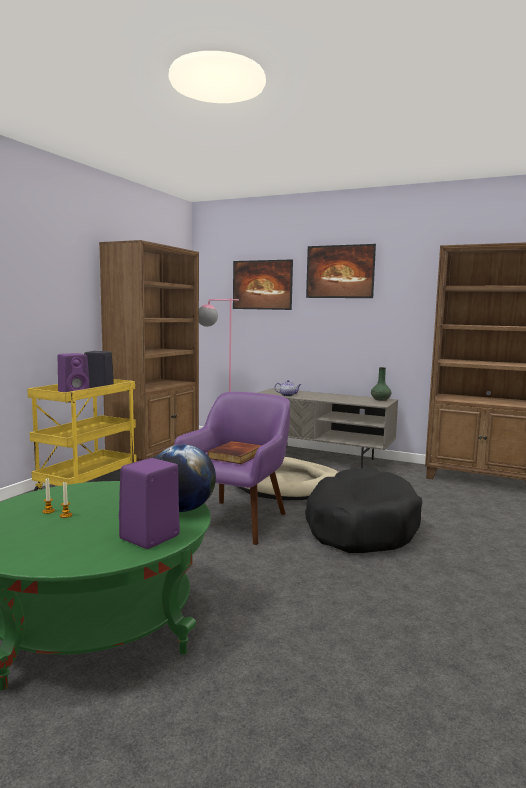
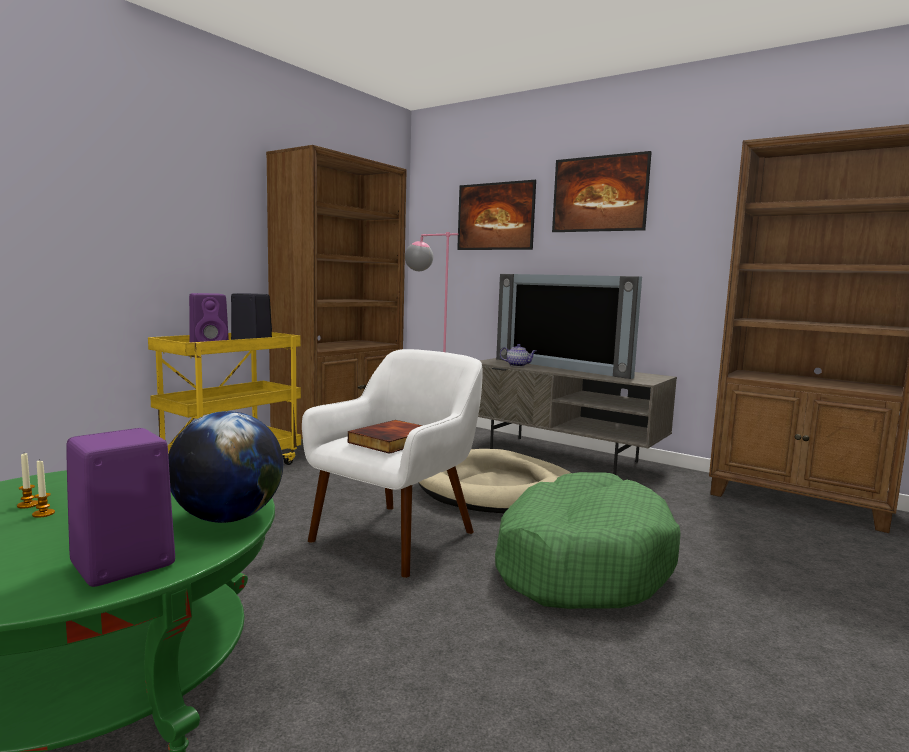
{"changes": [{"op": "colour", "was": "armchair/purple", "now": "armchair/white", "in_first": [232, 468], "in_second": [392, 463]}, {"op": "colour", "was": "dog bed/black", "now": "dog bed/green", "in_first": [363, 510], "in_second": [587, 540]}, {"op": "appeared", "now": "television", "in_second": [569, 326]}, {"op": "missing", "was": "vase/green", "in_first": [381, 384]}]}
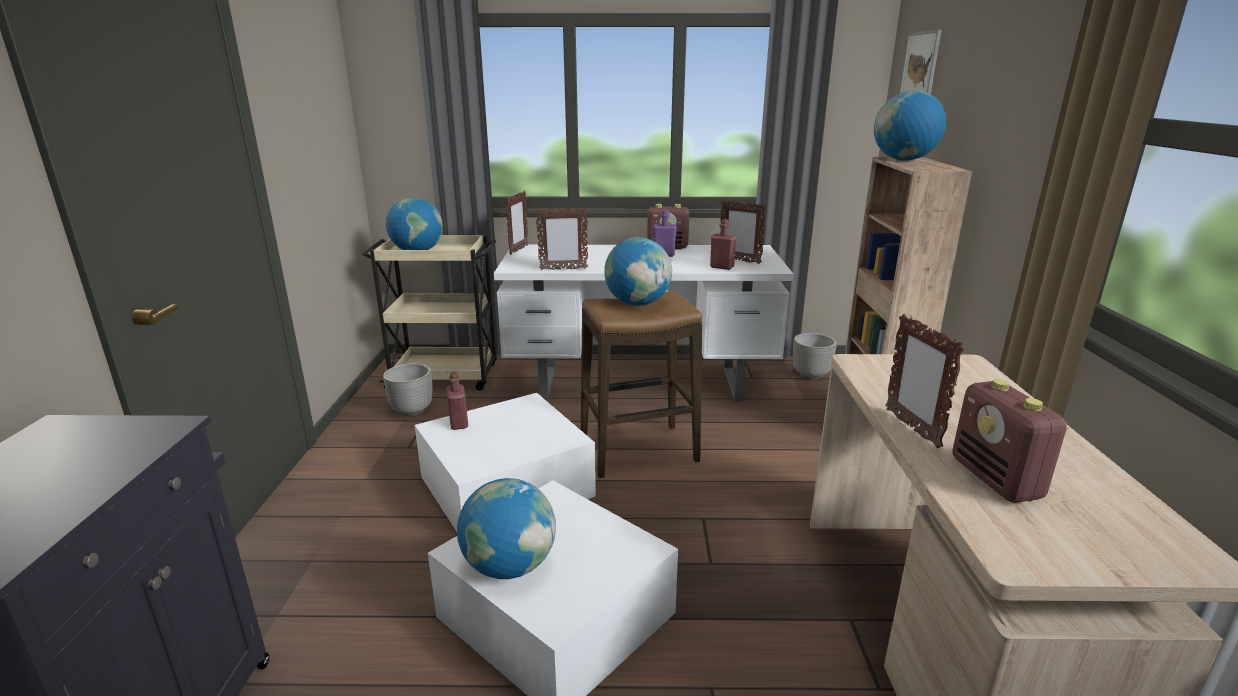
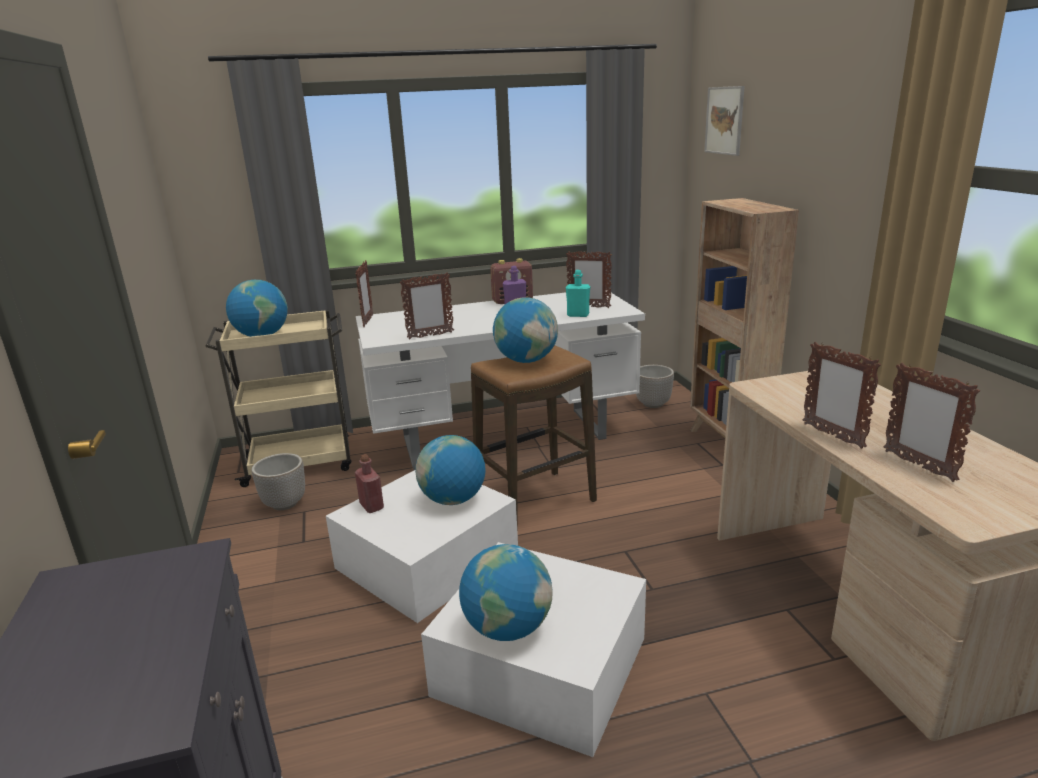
{"changes": [{"op": "relocated", "was": "globe", "in_first": [910, 125], "in_second": [450, 470]}, {"op": "colour", "was": "bottle/red", "now": "bottle/turquoise", "in_first": [723, 244], "in_second": [578, 293]}, {"op": "exchanged", "was": "radio", "now": "picture frame", "in_first": [1010, 441], "in_second": [932, 422]}]}
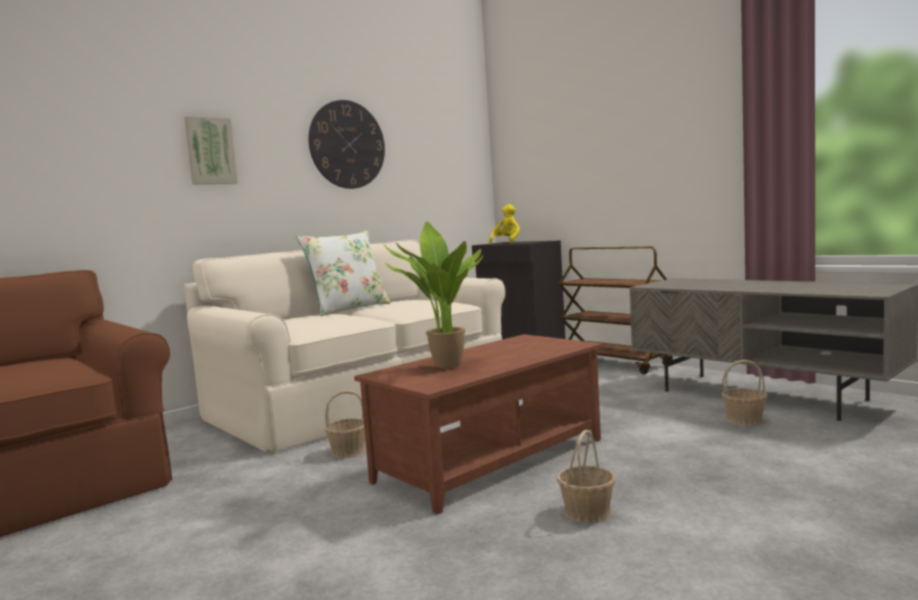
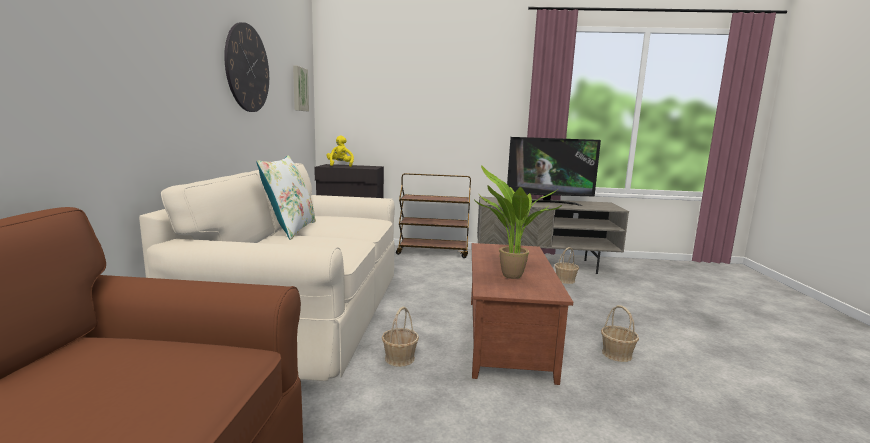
{"changes": [{"op": "relocated", "was": "picture", "in_first": [211, 150], "in_second": [301, 88]}, {"op": "appeared", "now": "television", "in_second": [554, 171]}]}
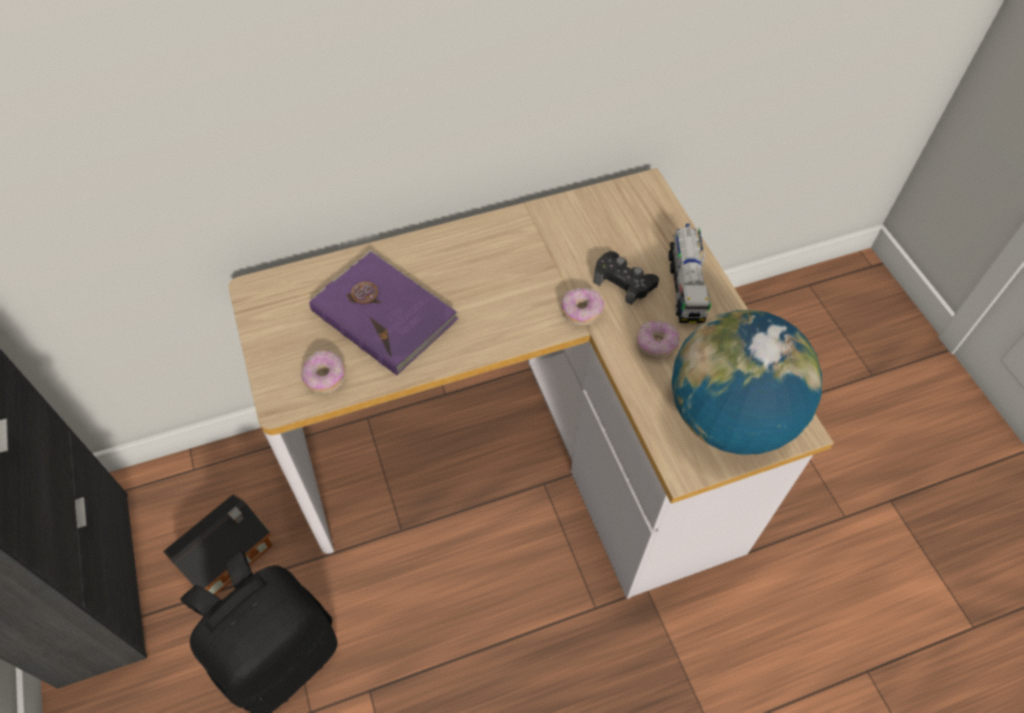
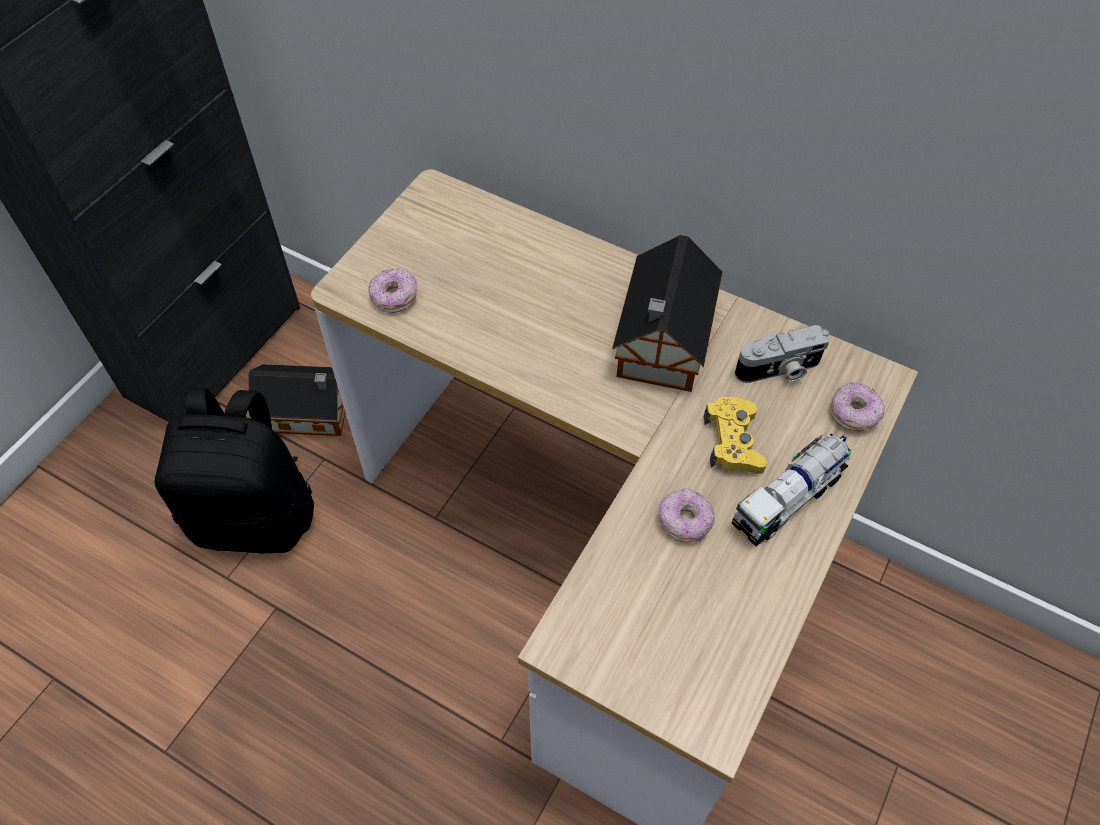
{"changes": [{"op": "appeared", "now": "toy house", "in_second": [667, 313]}, {"op": "colour", "was": "game controller/black", "now": "game controller/yellow", "in_first": [626, 278], "in_second": [735, 435]}, {"op": "appeared", "now": "photo camera", "in_second": [782, 354]}, {"op": "relocated", "was": "donut", "in_first": [582, 307], "in_second": [857, 406]}, {"op": "missing", "was": "book/purple", "in_first": [384, 312]}, {"op": "missing", "was": "globe", "in_first": [747, 382]}]}
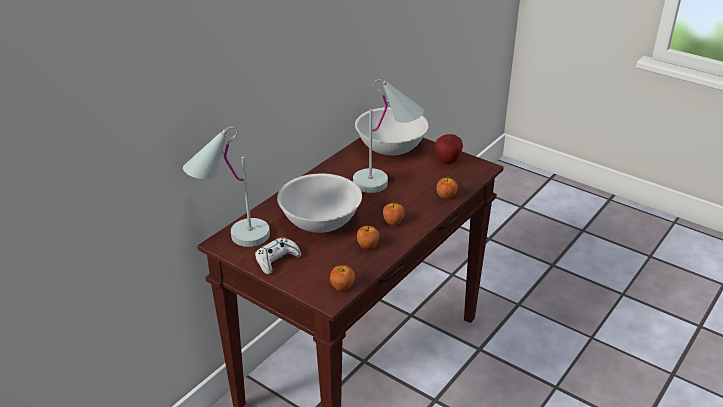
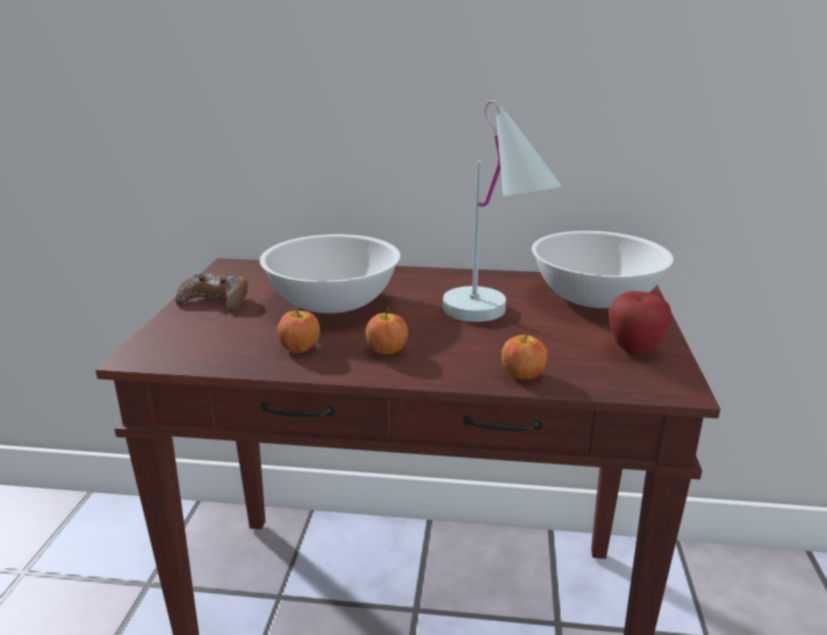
{"changes": [{"op": "colour", "was": "game controller/white", "now": "game controller/brown", "in_first": [278, 256], "in_second": [212, 292]}, {"op": "missing", "was": "table lamp/white", "in_first": [226, 186]}, {"op": "missing", "was": "apple", "in_first": [342, 278]}]}
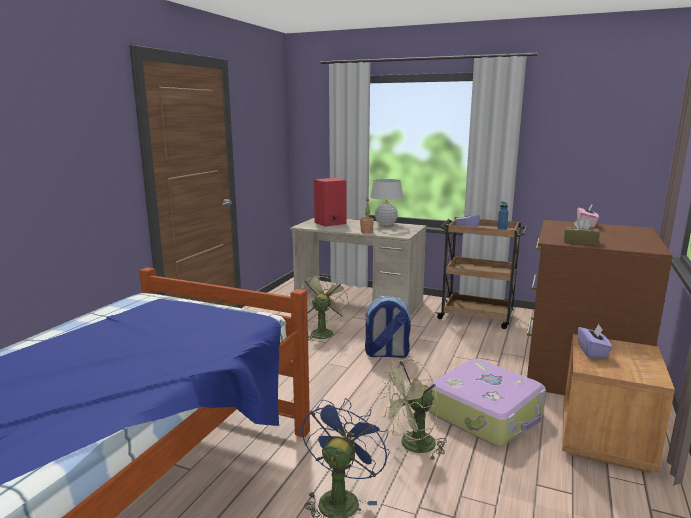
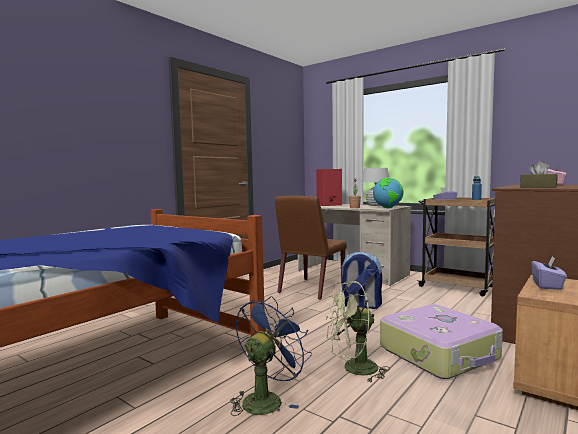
{"changes": [{"op": "exchanged", "was": "fan/green", "now": "chair/brown", "in_first": [325, 306], "in_second": [311, 248]}, {"op": "appeared", "now": "globe", "in_second": [388, 193]}]}
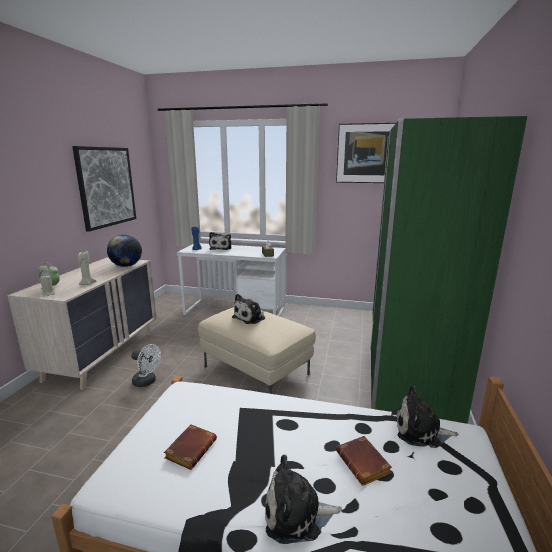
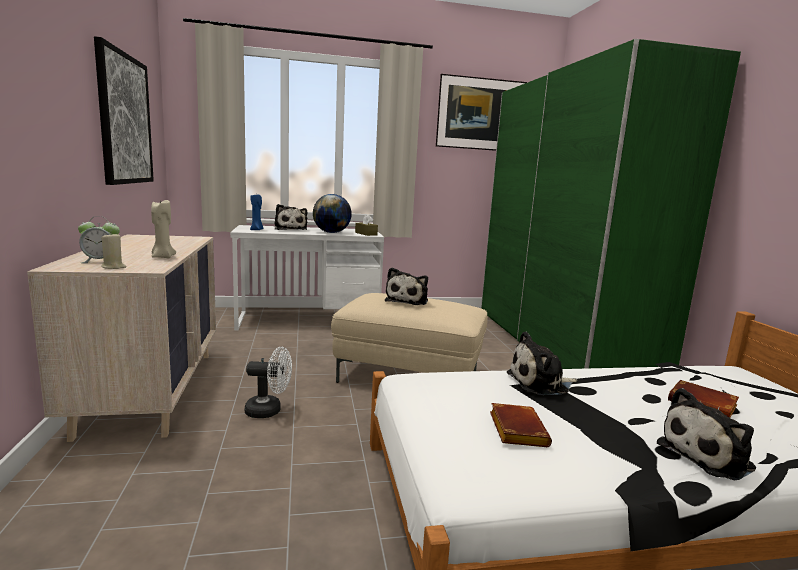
{"changes": [{"op": "relocated", "was": "globe", "in_first": [124, 250], "in_second": [332, 213]}, {"op": "relocated", "was": "plush toy", "in_first": [427, 417], "in_second": [541, 363]}]}
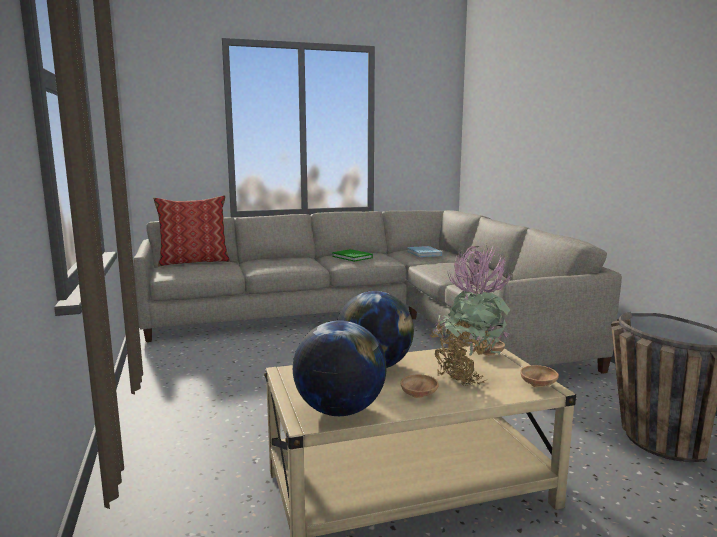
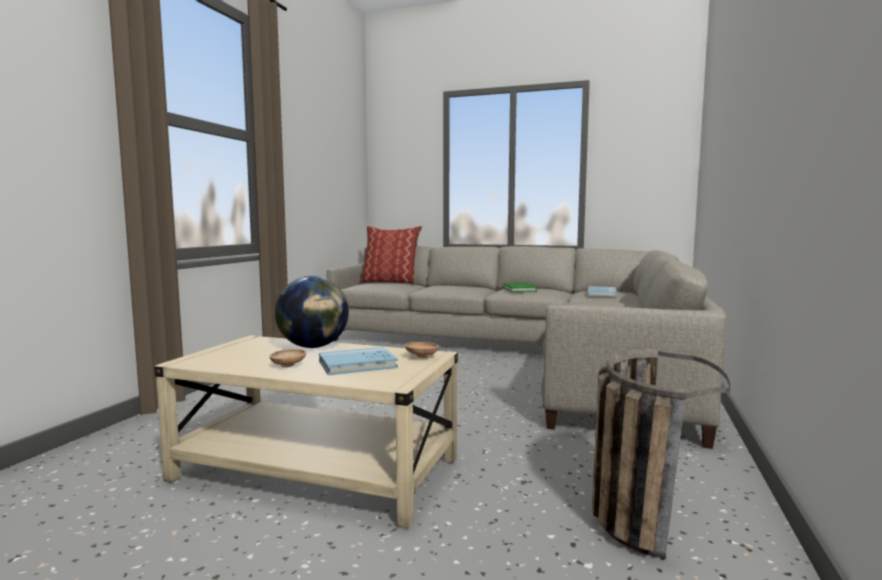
{"changes": [{"op": "exchanged", "was": "potted plant", "now": "book/blue", "in_first": [470, 316], "in_second": [358, 361]}, {"op": "missing", "was": "globe", "in_first": [340, 368]}, {"op": "missing", "was": "bowl/brown", "in_first": [539, 376]}]}
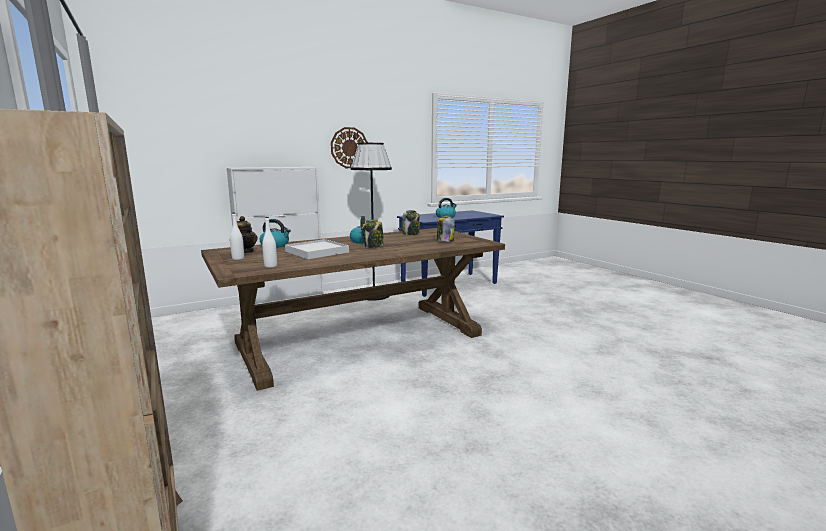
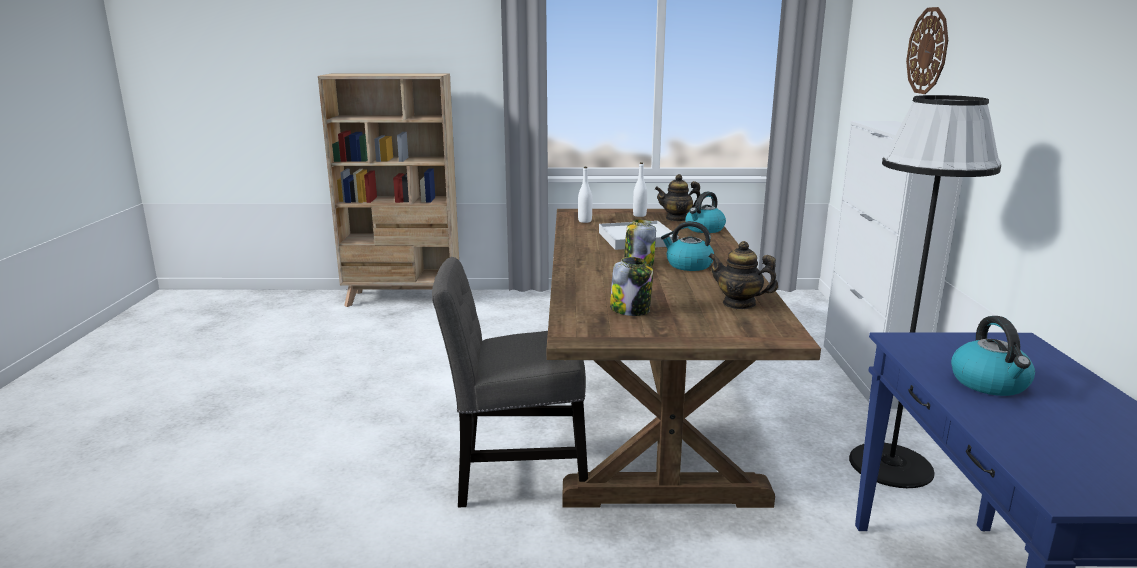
{"changes": [{"op": "appeared", "now": "chair/grey", "in_second": [510, 382]}, {"op": "exchanged", "was": "jar", "now": "teapot", "in_first": [411, 222], "in_second": [743, 275]}, {"op": "relocated", "was": "wall clock", "in_first": [349, 147], "in_second": [927, 50]}]}
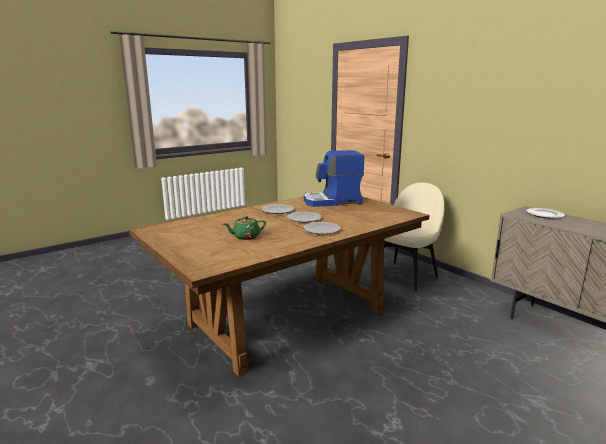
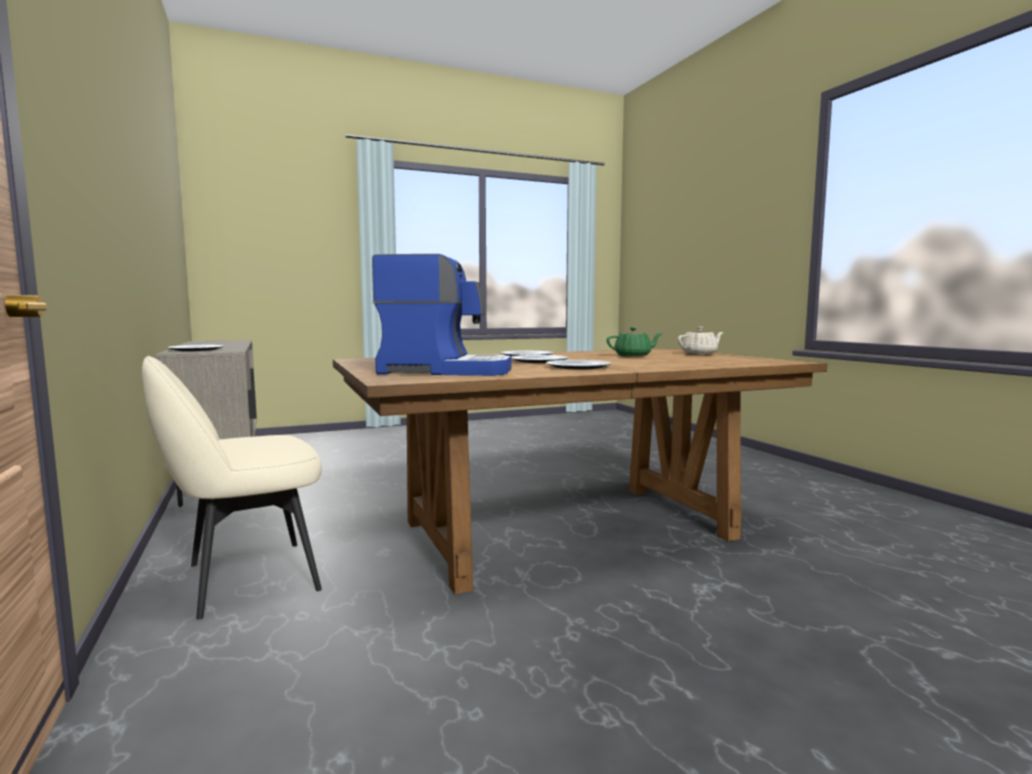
{"changes": [{"op": "appeared", "now": "teapot/beige", "in_second": [700, 341]}]}
